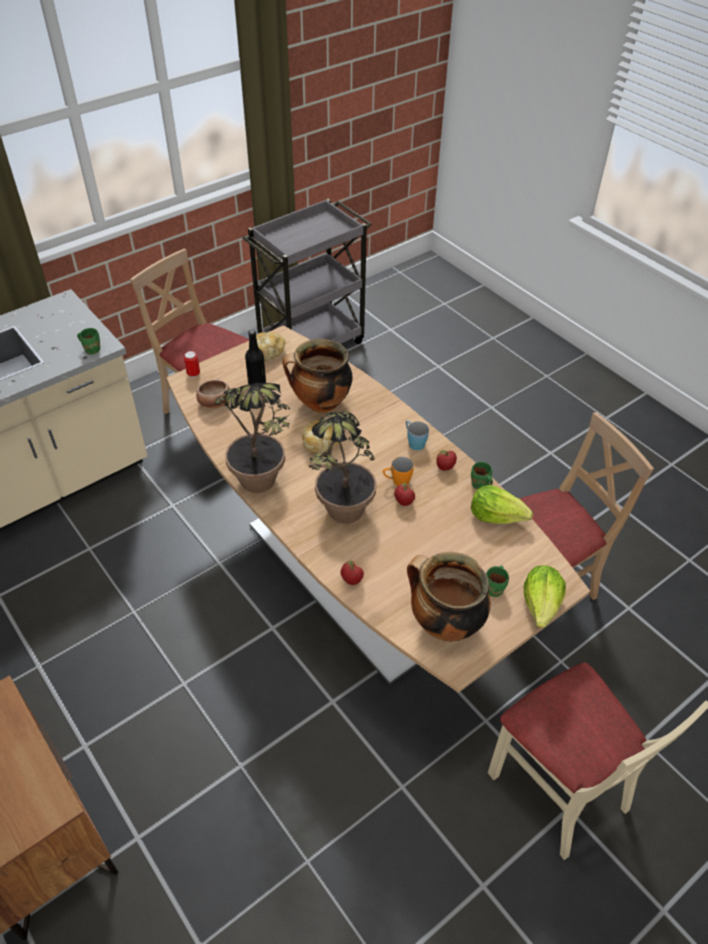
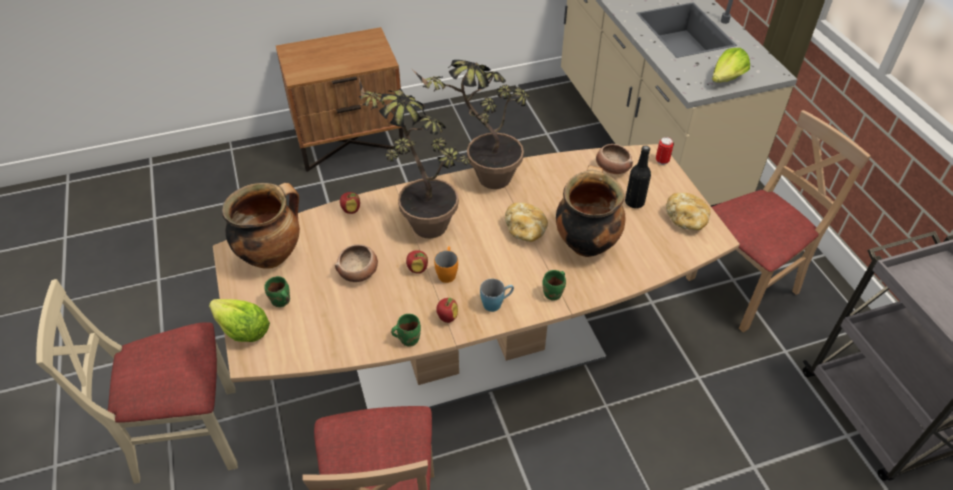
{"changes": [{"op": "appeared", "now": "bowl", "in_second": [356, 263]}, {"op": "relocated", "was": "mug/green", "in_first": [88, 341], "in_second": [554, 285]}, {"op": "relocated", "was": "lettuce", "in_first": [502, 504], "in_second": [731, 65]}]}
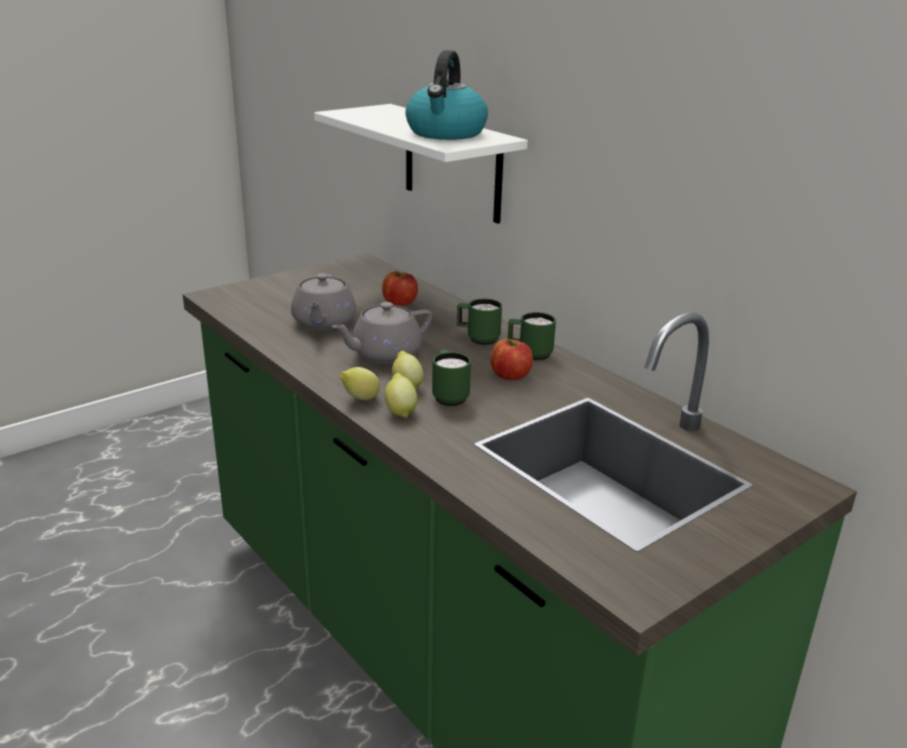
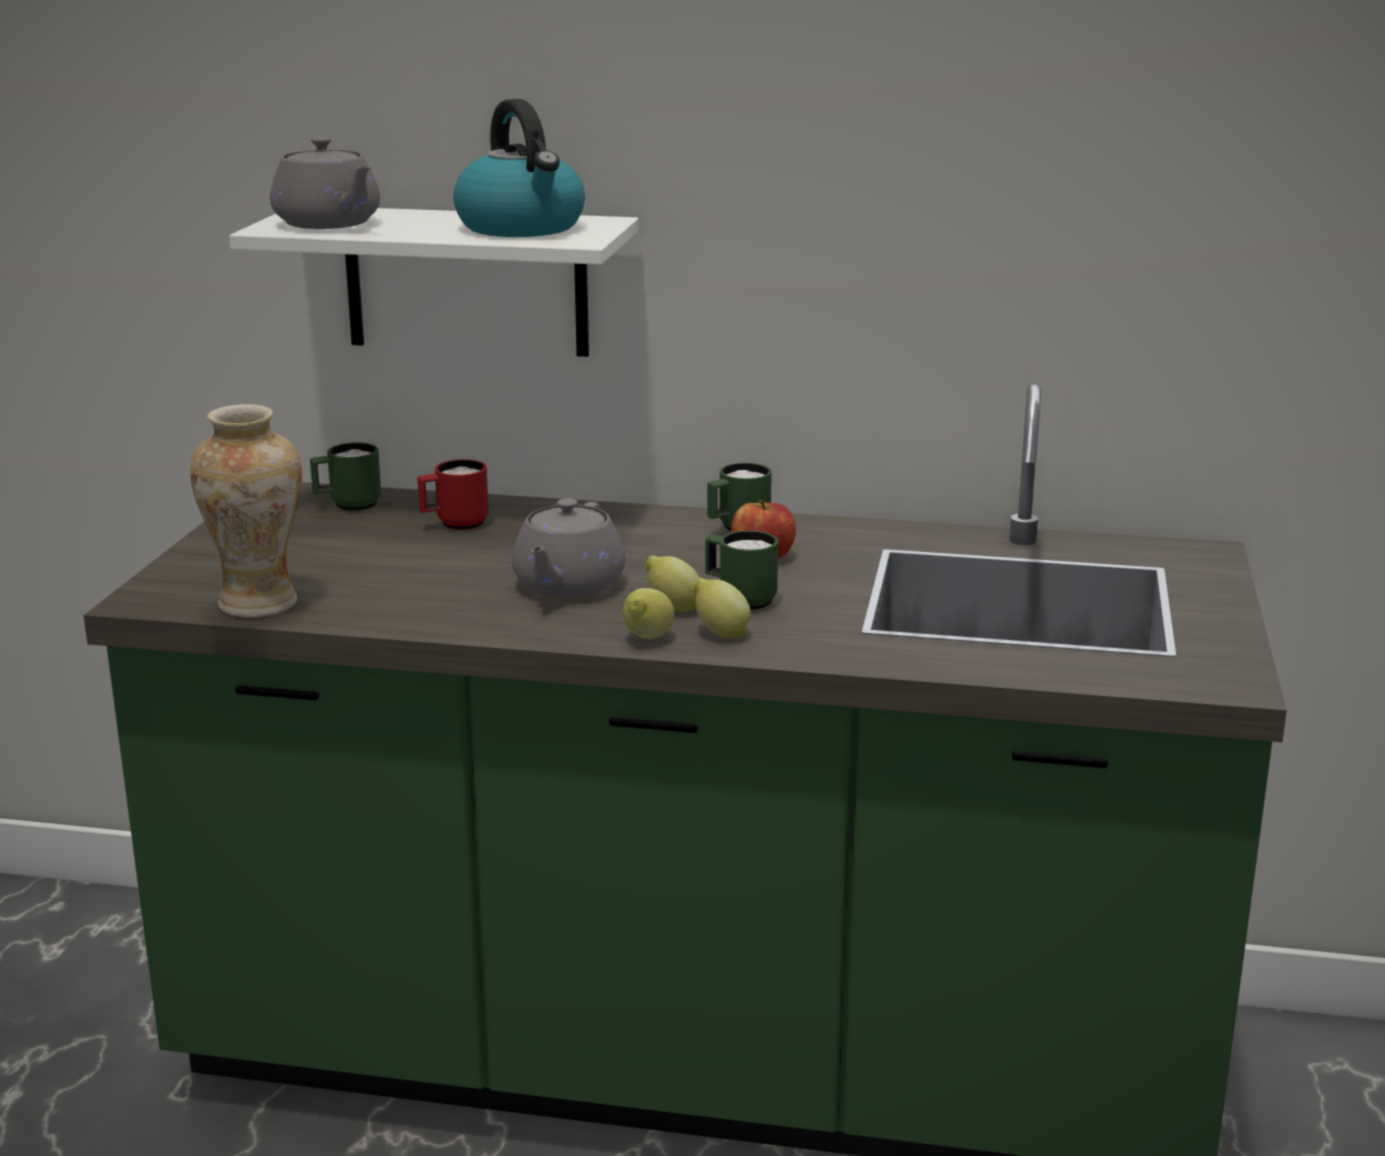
{"changes": [{"op": "appeared", "now": "vase", "in_second": [246, 511]}, {"op": "relocated", "was": "teapot/grey", "in_first": [323, 301], "in_second": [325, 183]}, {"op": "relocated", "was": "mug/green", "in_first": [479, 322], "in_second": [345, 476]}, {"op": "exchanged", "was": "apple", "now": "mug/red", "in_first": [400, 288], "in_second": [453, 494]}]}
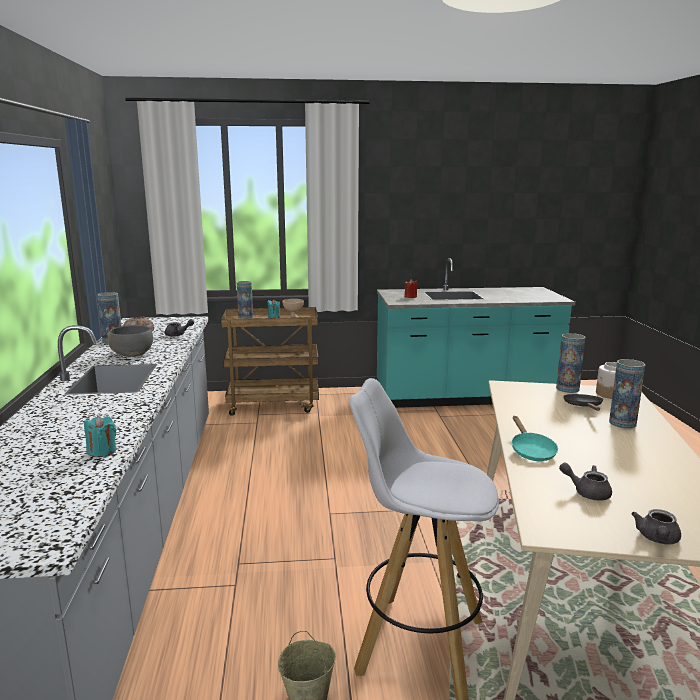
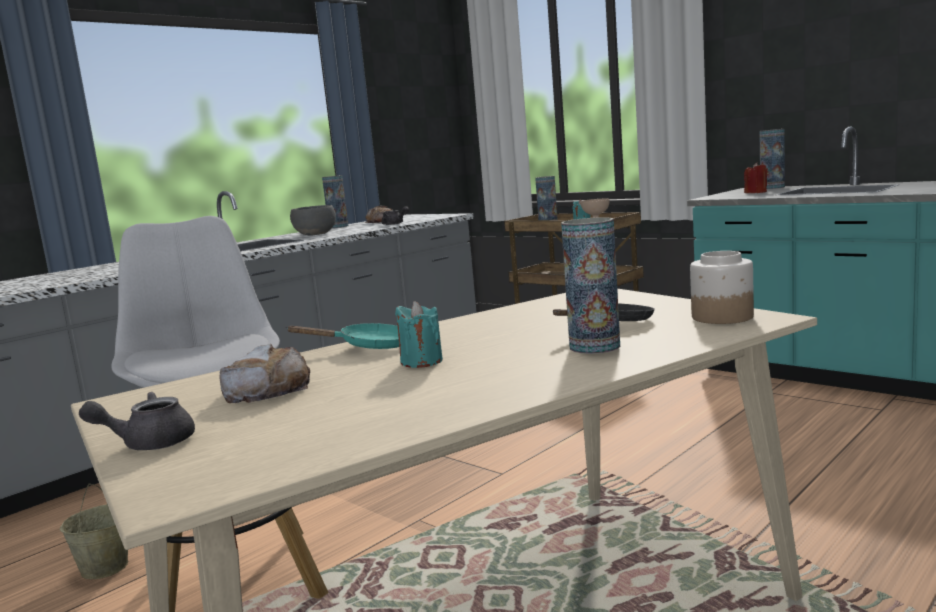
{"changes": [{"op": "exchanged", "was": "teapot/grey", "now": "bread", "in_first": [585, 482], "in_second": [264, 373]}, {"op": "spun", "was": "frying pan/turquoise", "in_first": [535, 438], "in_second": [342, 336], "clockwise": -135}, {"op": "relocated", "was": "candle/turquoise", "in_first": [100, 436], "in_second": [419, 334]}, {"op": "relocated", "was": "vase", "in_first": [571, 363], "in_second": [772, 159]}]}
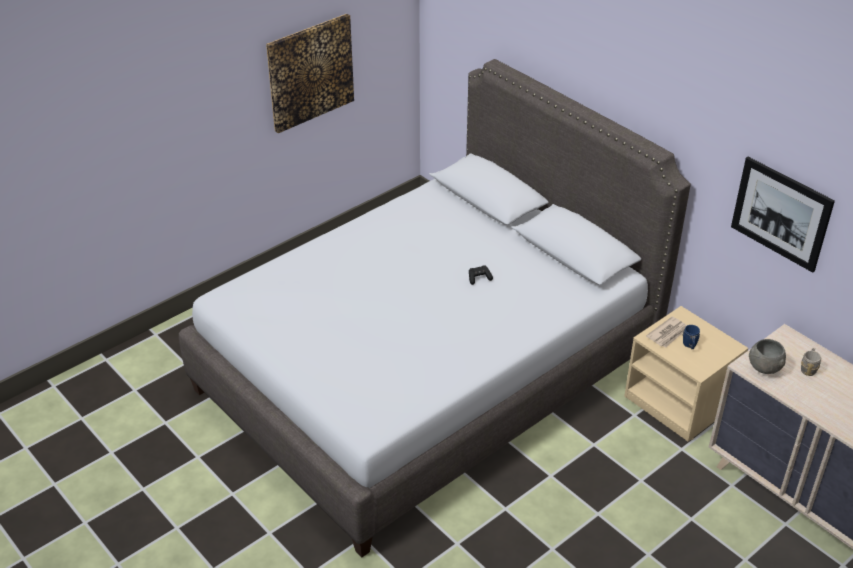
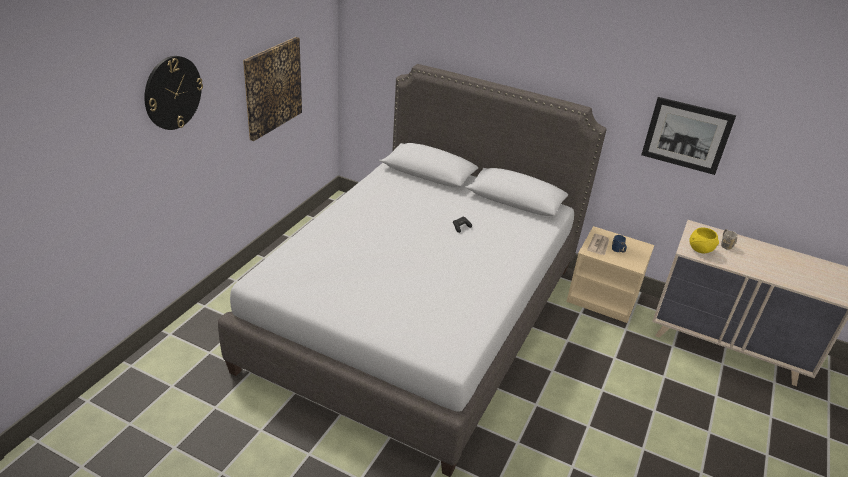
{"changes": [{"op": "appeared", "now": "wall clock", "in_second": [173, 93]}, {"op": "colour", "was": "bowl/grey", "now": "bowl/yellow", "in_first": [767, 356], "in_second": [704, 240]}]}
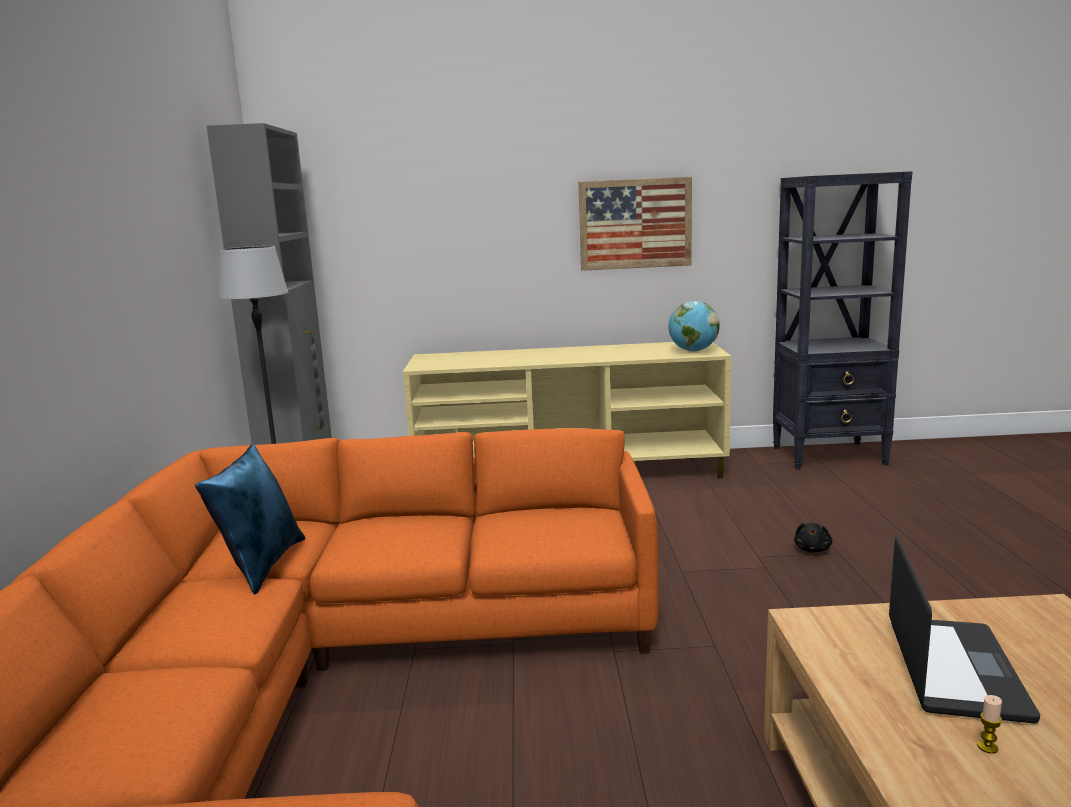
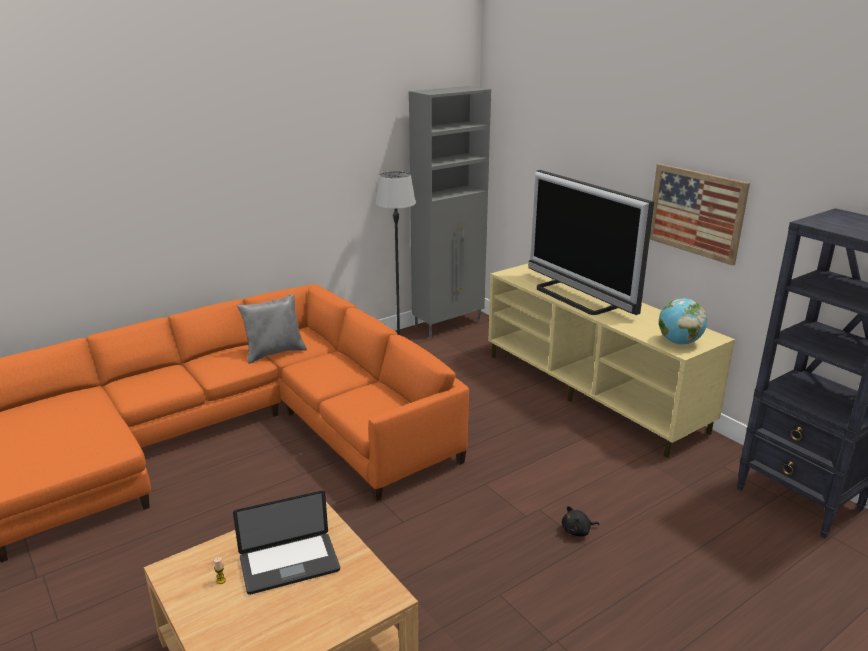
{"changes": [{"op": "colour", "was": "pillow/blue", "now": "pillow/grey", "in_first": [250, 519], "in_second": [272, 329]}, {"op": "appeared", "now": "television", "in_second": [591, 242]}]}
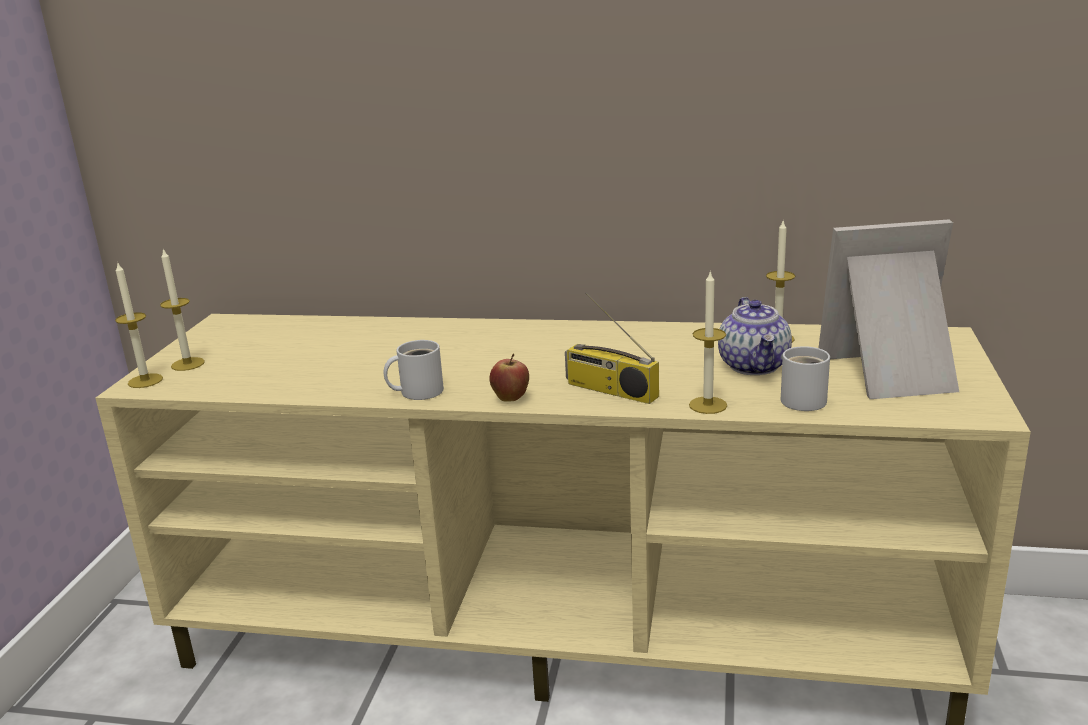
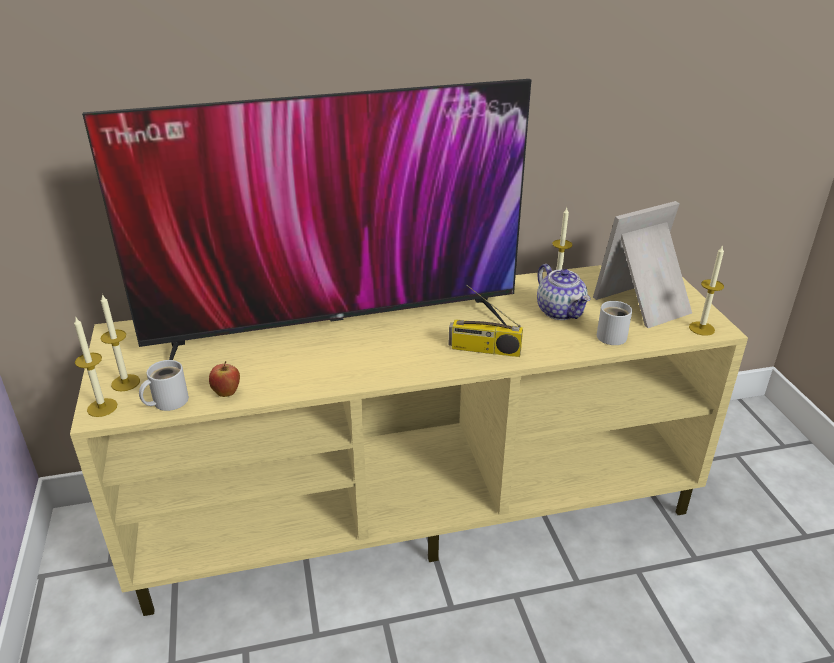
{"changes": [{"op": "appeared", "now": "television", "in_second": [306, 219]}, {"op": "relocated", "was": "mug/white", "in_first": [413, 370], "in_second": [164, 385]}, {"op": "relocated", "was": "apple", "in_first": [509, 377], "in_second": [224, 379]}, {"op": "relocated", "was": "candle", "in_first": [708, 342], "in_second": [706, 290]}]}
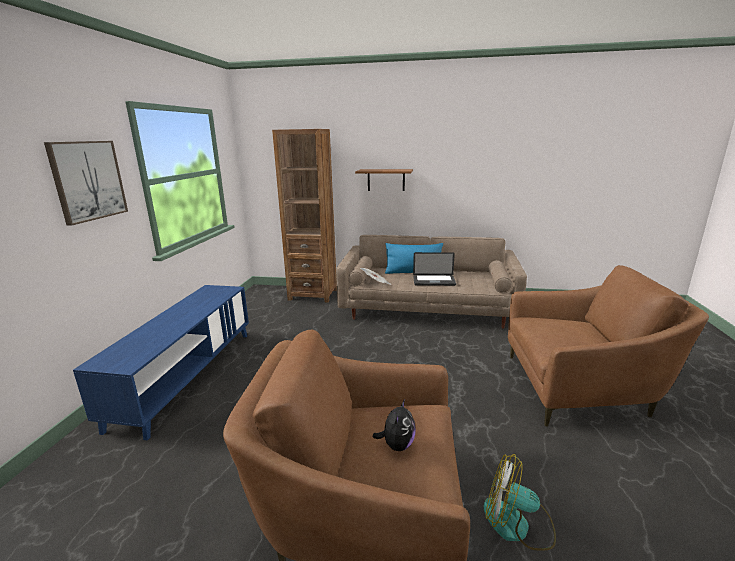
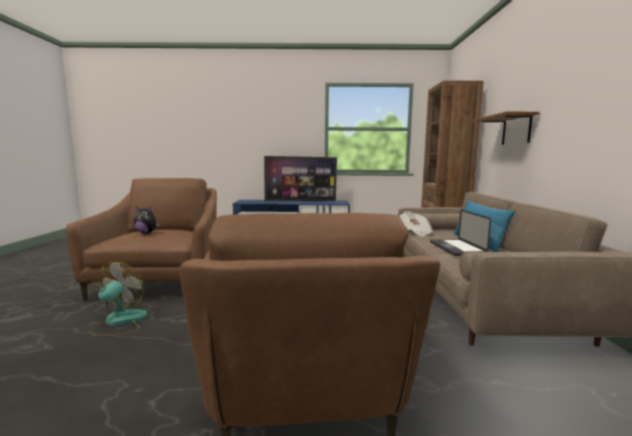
{"changes": [{"op": "appeared", "now": "television", "in_second": [300, 178]}, {"op": "missing", "was": "picture", "in_first": [86, 183]}]}
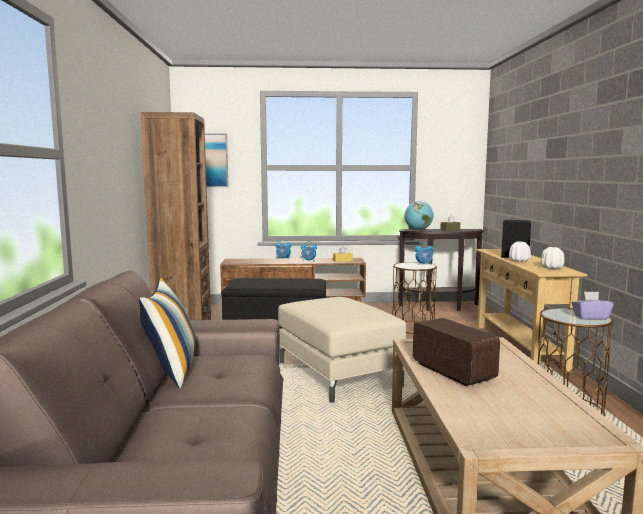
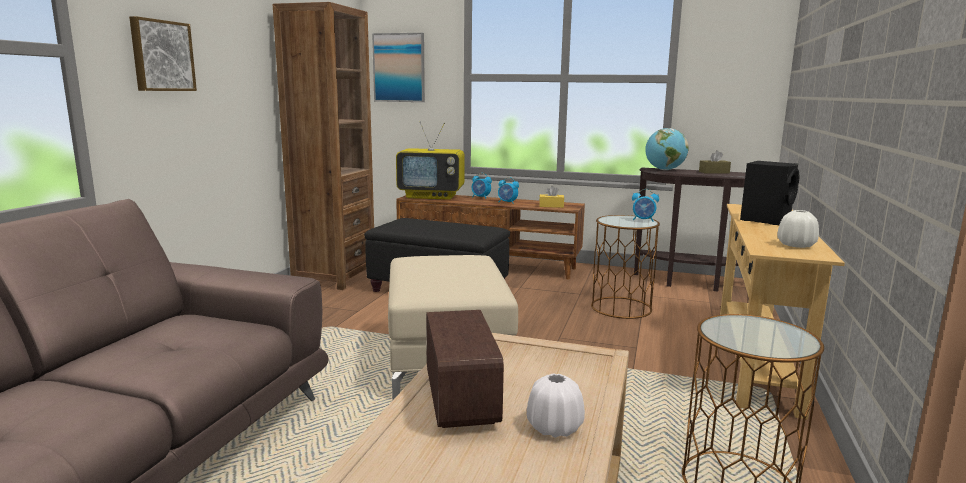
{"changes": [{"op": "appeared", "now": "picture", "in_second": [163, 53]}, {"op": "appeared", "now": "television", "in_second": [430, 161]}, {"op": "relocated", "was": "vase/white", "in_first": [520, 251], "in_second": [556, 406]}, {"op": "missing", "was": "pillow", "in_first": [167, 333]}, {"op": "missing", "was": "tissue box/purple", "in_first": [593, 305]}]}
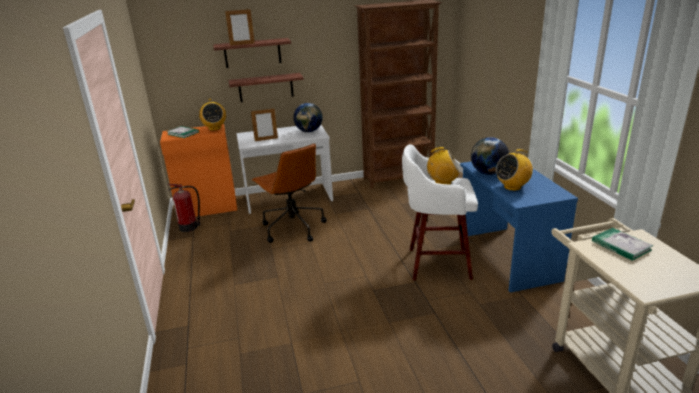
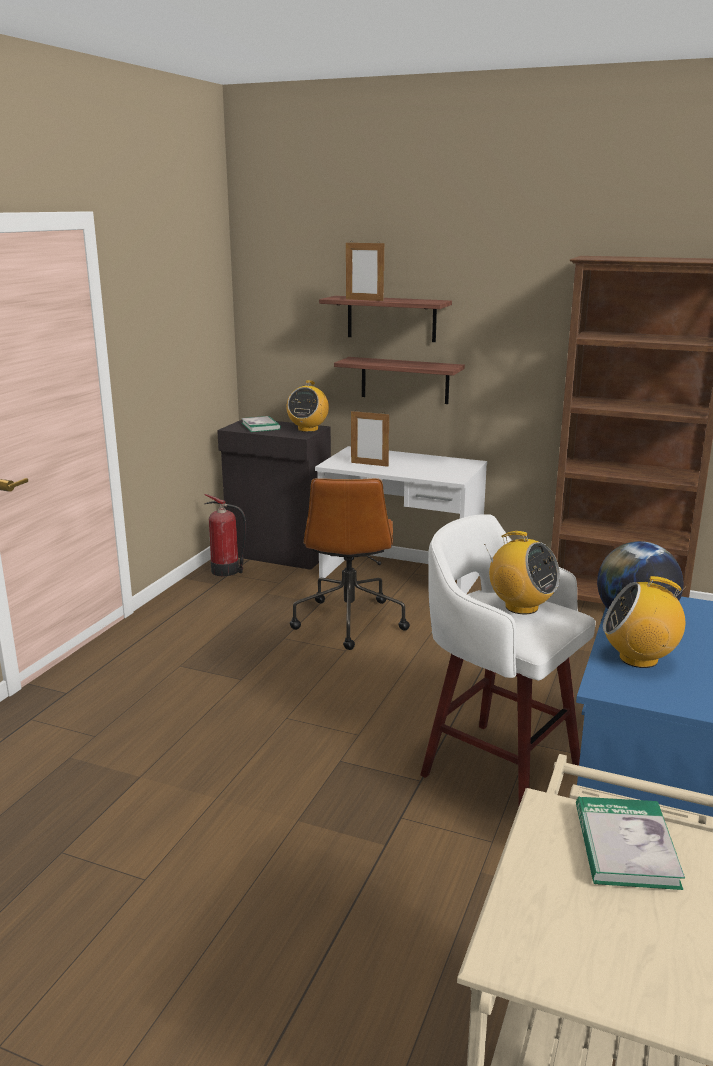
{"changes": [{"op": "colour", "was": "cabinet/orange", "now": "cabinet/black", "in_first": [198, 170], "in_second": [274, 495]}, {"op": "missing", "was": "globe", "in_first": [307, 117]}]}
